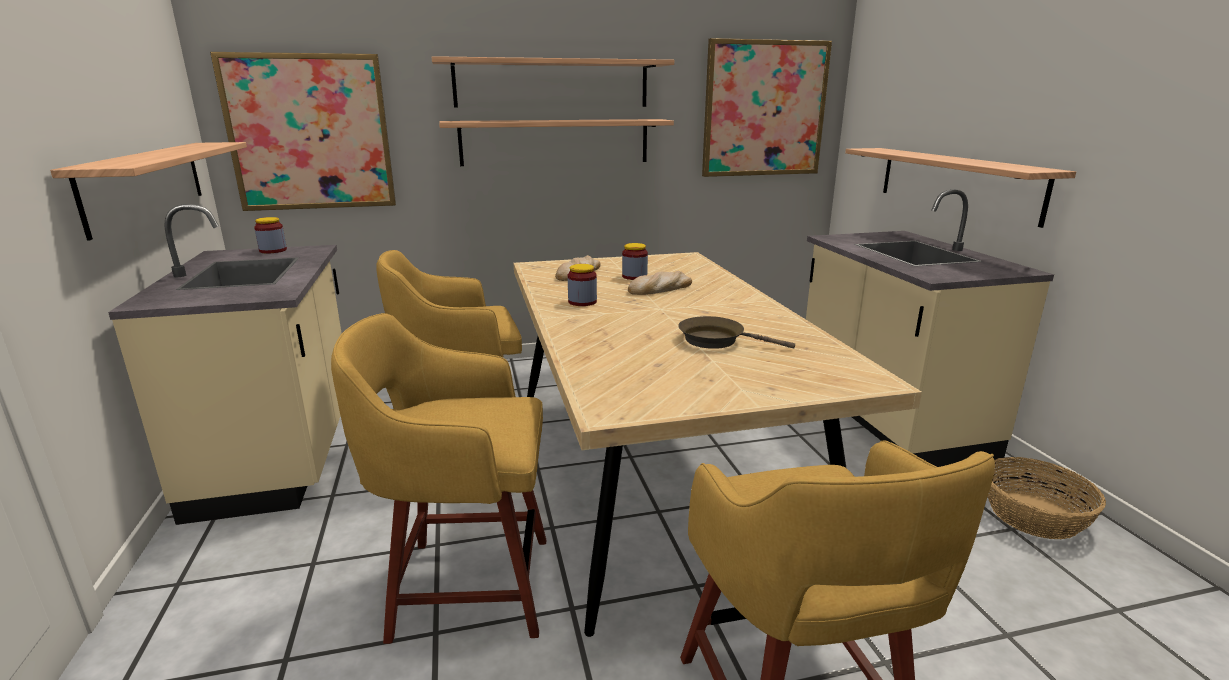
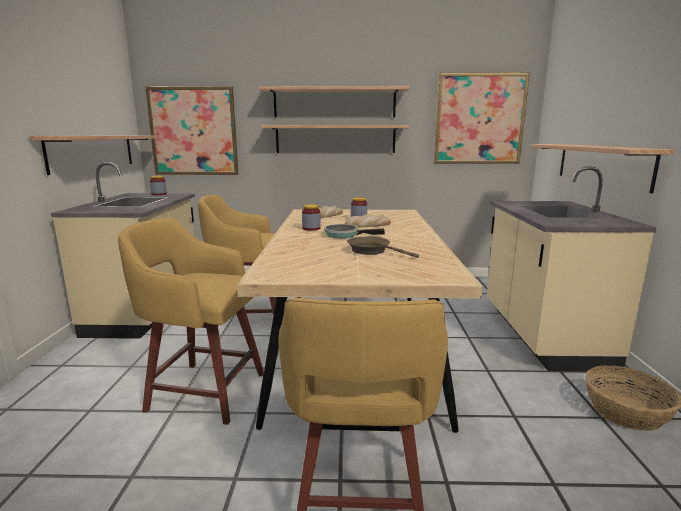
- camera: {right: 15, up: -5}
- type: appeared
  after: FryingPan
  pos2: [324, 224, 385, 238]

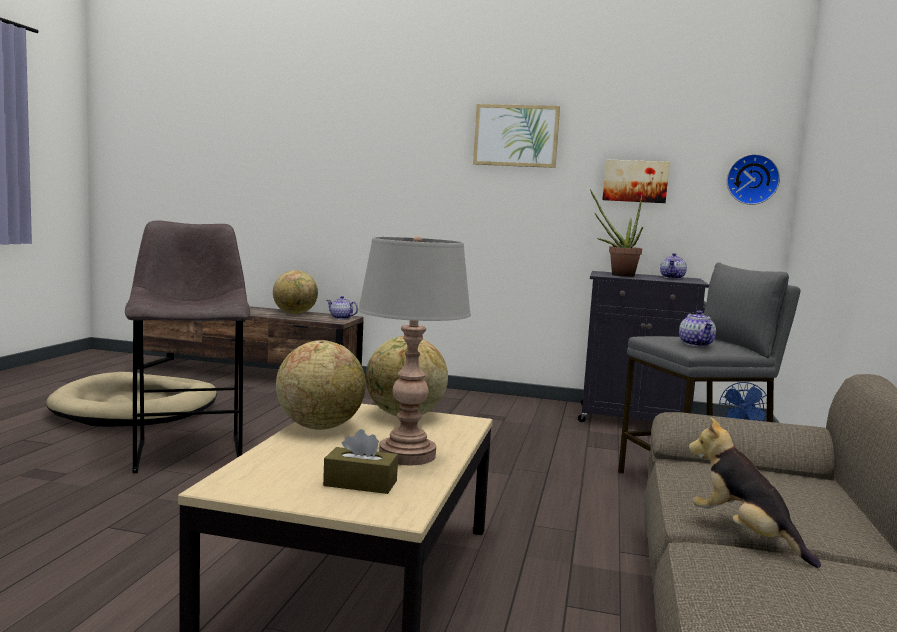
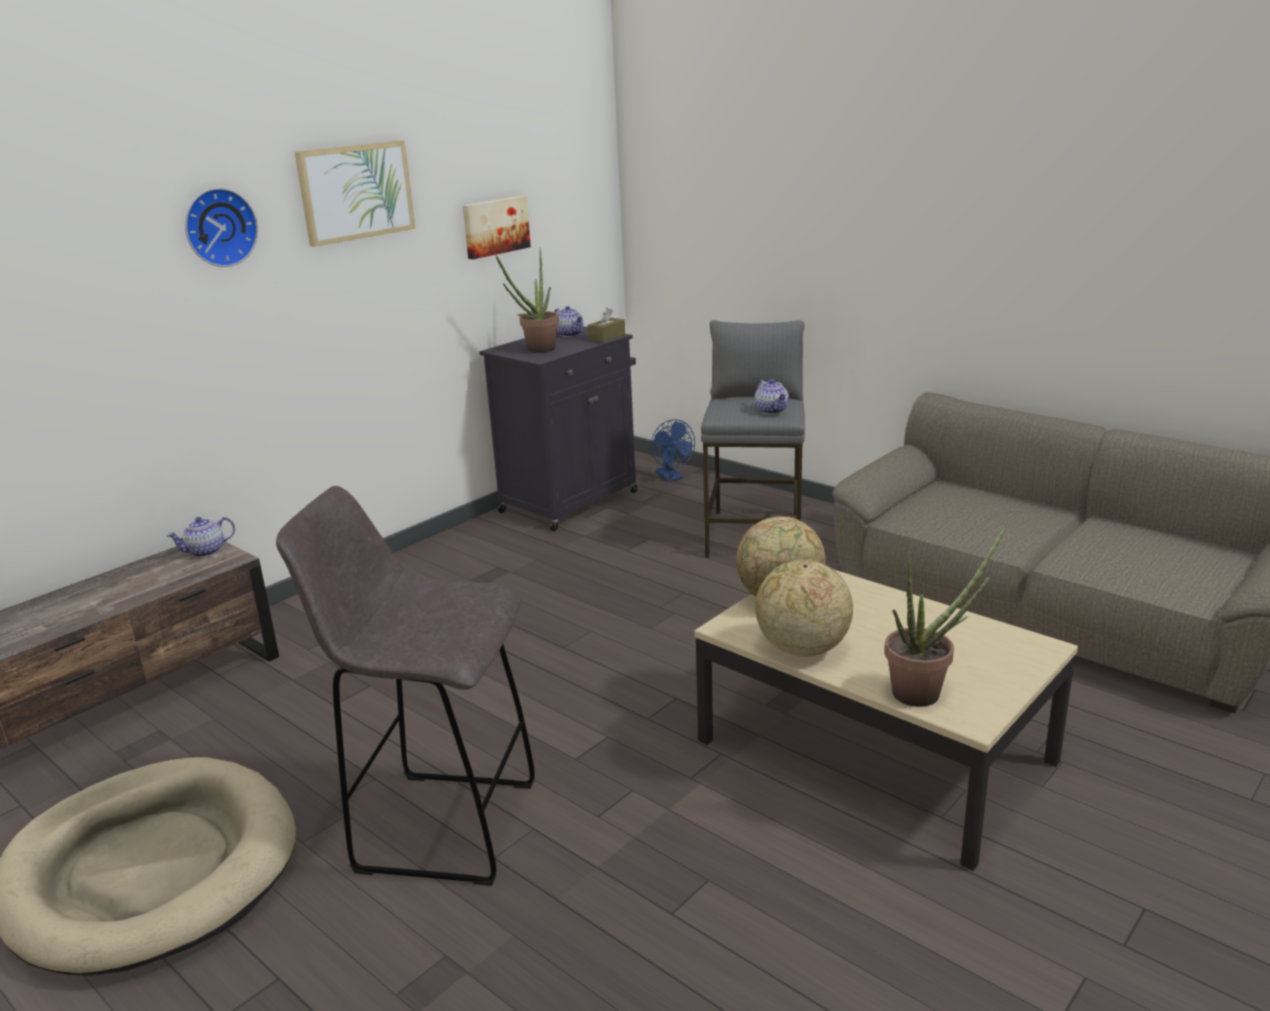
- camera: {right: -60, up: 15}
- type: relocated
  before: HangingClock
  pos1: [727, 154, 780, 205]
  pos2: [185, 188, 258, 267]
- type: missing
  before: GreyTableLamp
  pos1: [358, 236, 471, 465]
- type: missing
  before: WorldGlobe
  pos1: [273, 270, 318, 315]
- type: spun
  before: Teapot
  pos1: [679, 310, 716, 347]
  pos2: [755, 379, 789, 414]
  turn: 45
- type: missing
  before: SoftToy
  pos1: [689, 417, 821, 568]
- type: relocated
  before: BrownishBoxOfTissues
  pos1: [323, 429, 398, 494]
  pos2: [587, 307, 625, 343]
- type: appeared
  after: PottedPlant
  pos2: [884, 528, 1005, 707]

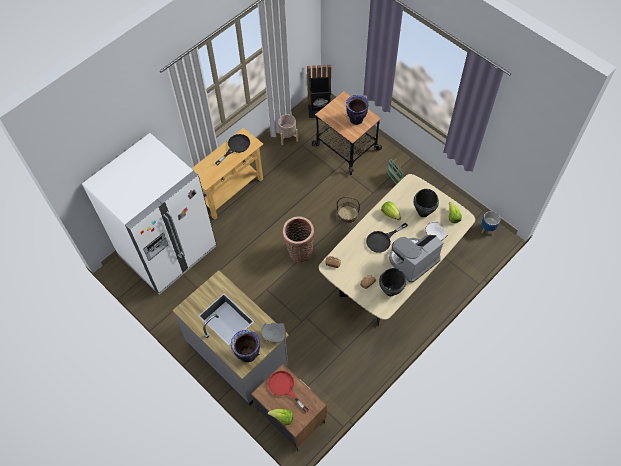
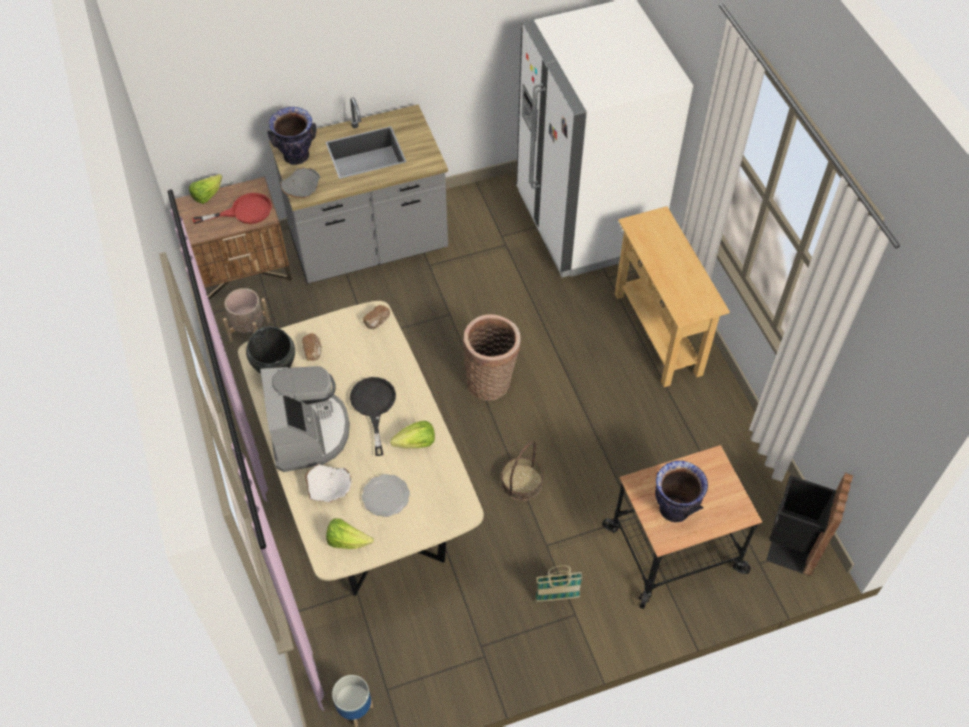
- camera: {right: 115, up: -5}
- type: relocated
  before: SandColouredPlantPot
  pos1: [278, 114, 298, 145]
  pos2: [223, 288, 271, 342]
- type: missing
  before: BlackFryingPan
  pos1: [215, 134, 250, 165]
- type: exchanged
  before: BlackSaucepot
  after: DinnerPlate
  pos1: [413, 189, 439, 217]
  pos2: [362, 474, 410, 517]

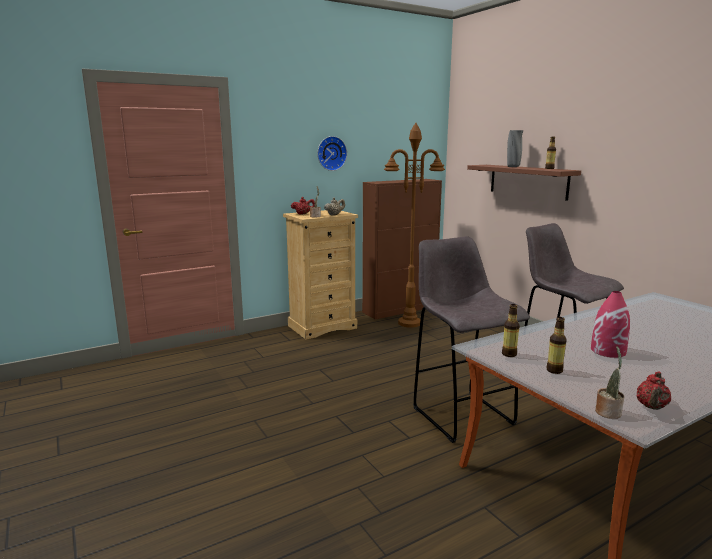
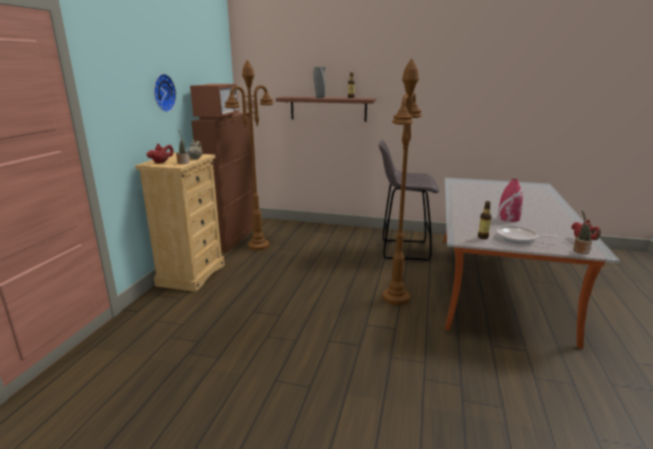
- camera: {right: -45, up: 5}
- type: exchanged
  before: GreyStool
  after: BrownishStandingLamp
  pos1: [413, 236, 530, 443]
  pos2: [383, 58, 422, 305]
- type: exchanged
  before: BeverageBottle
  after: FryingPan
  pos1: [546, 317, 567, 374]
  pos2: [496, 226, 560, 244]
- type: appeared
  after: Microwave
  pos2: [190, 84, 239, 120]

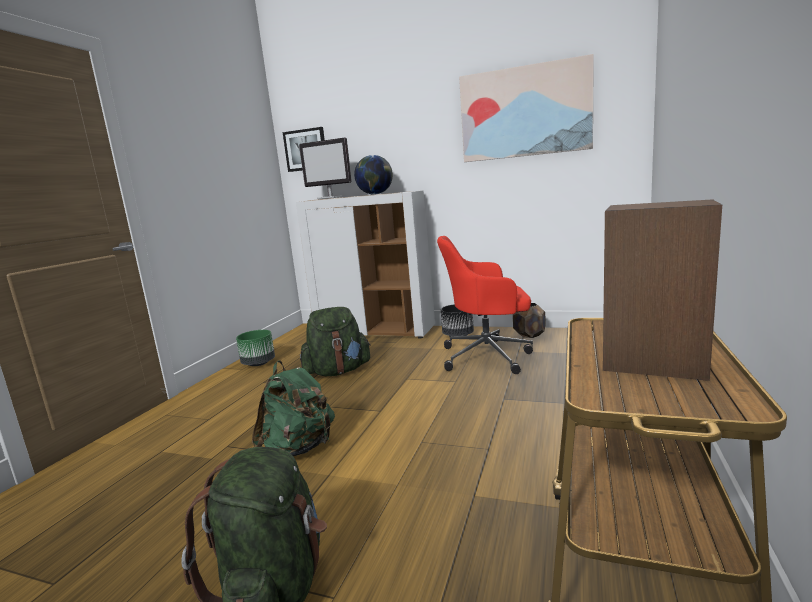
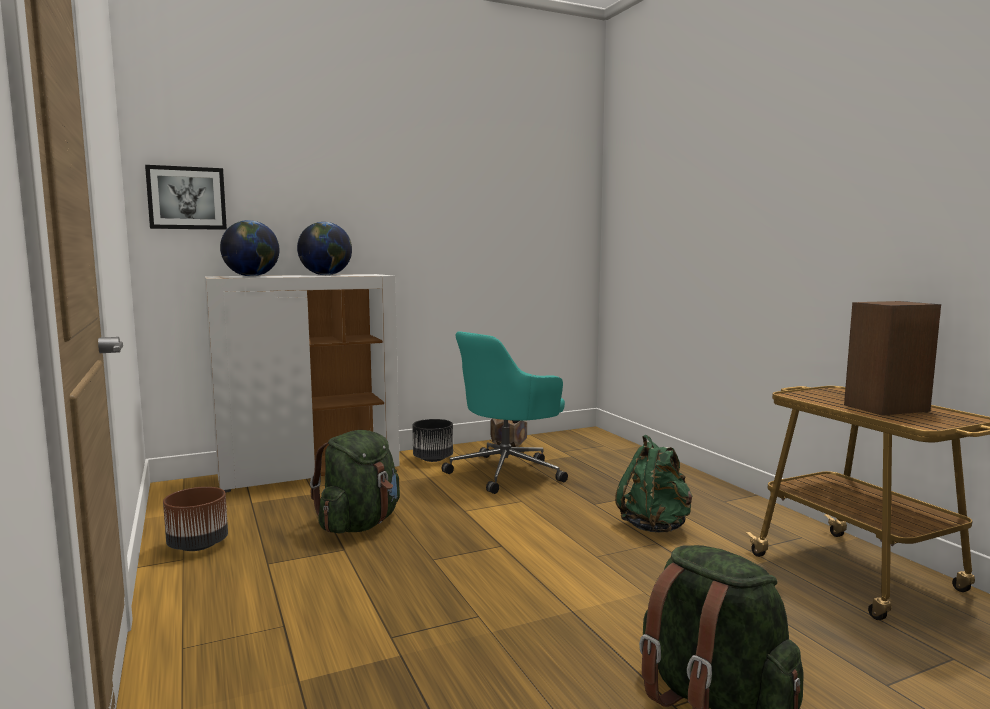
- camera: {right: -45, up: -5}
- type: missing
  before: WallPicture
  pos1: [459, 54, 594, 162]
- type: exchanged
  before: ComputerScreen
  after: WorldGlobe
  pos1: [299, 137, 352, 199]
  pos2: [220, 220, 280, 277]
- type: colour
  before: RedOfficeChair
  after: TurquoiseOfficeChair
  pos1: [437, 236, 533, 374]
  pos2: [442, 331, 568, 494]
- type: colour
  before: GreenishPlantPot
  after: BrownishPlantPot
  pos1: [236, 330, 275, 366]
  pos2: [163, 487, 228, 551]
- type: relocated
  before: GreenishRucksack
  pos1: [252, 361, 335, 456]
  pos2: [615, 435, 693, 533]

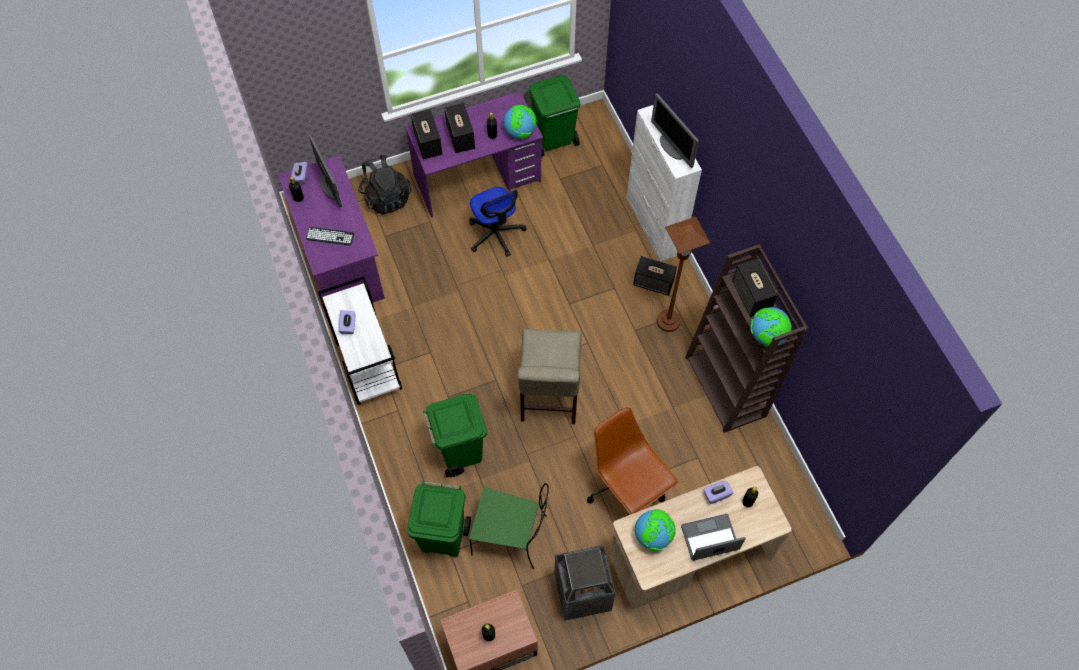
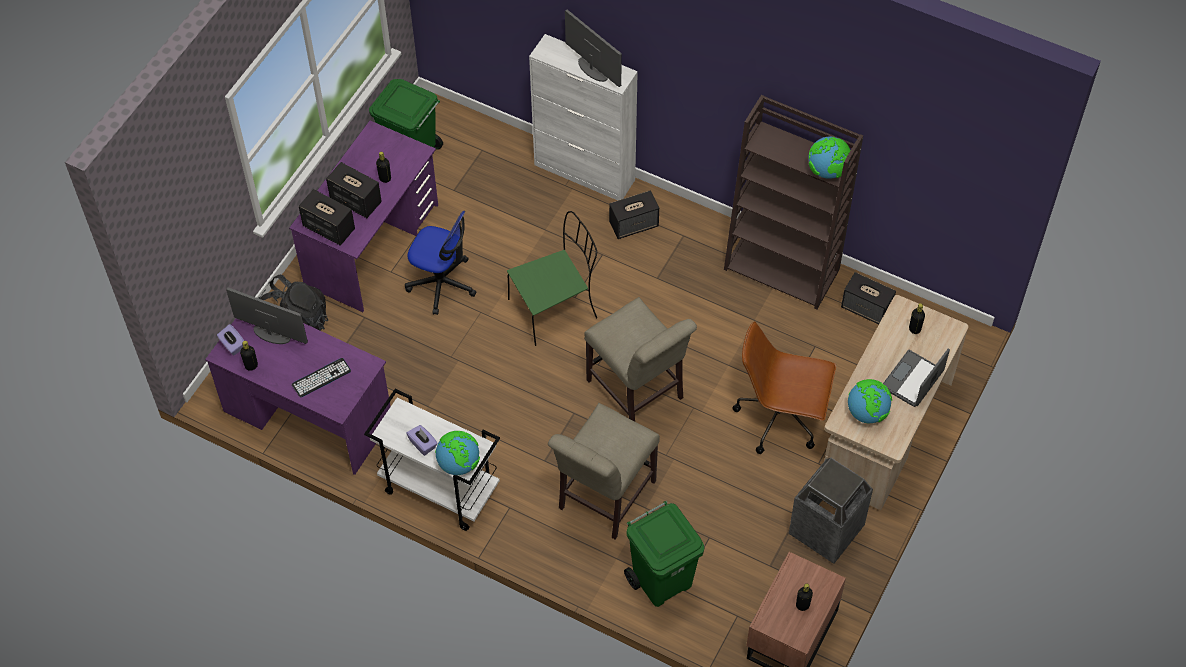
- camera: {right: -40, up: -5}
- type: spun
  before: ComputerScreen
  pos1: [651, 93, 699, 168]
  pos2: [565, 9, 622, 87]
  turn: -150
- type: relocated
  before: WorldGlobe
  pos1: [503, 105, 537, 139]
  pos2: [435, 431, 480, 475]
- type: missing
  before: BrownishStandingLamp
  pos1: [657, 216, 710, 332]
- type: relocated
  before: Loudspeaker
  pos1: [732, 258, 778, 317]
  pos2: [841, 272, 896, 324]
- type: exchanged
  before: GreenishWasteBin
  after: SandColouredUprightChair
  pos1: [423, 394, 487, 477]
  pos2: [548, 403, 660, 539]
- type: missing
  before: PurpleColouredBoxOfTissues
  pos1: [703, 480, 733, 504]
- type: relocated
  before: GreenishUprightChair
  pos1: [469, 483, 549, 569]
  pos2: [507, 211, 597, 346]

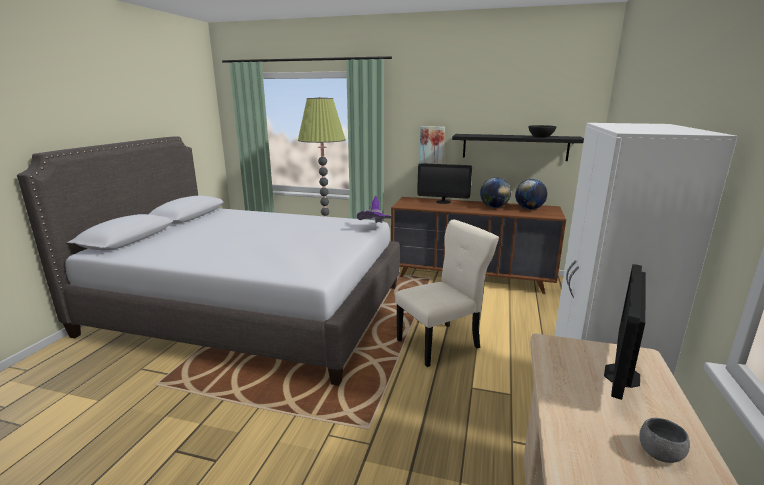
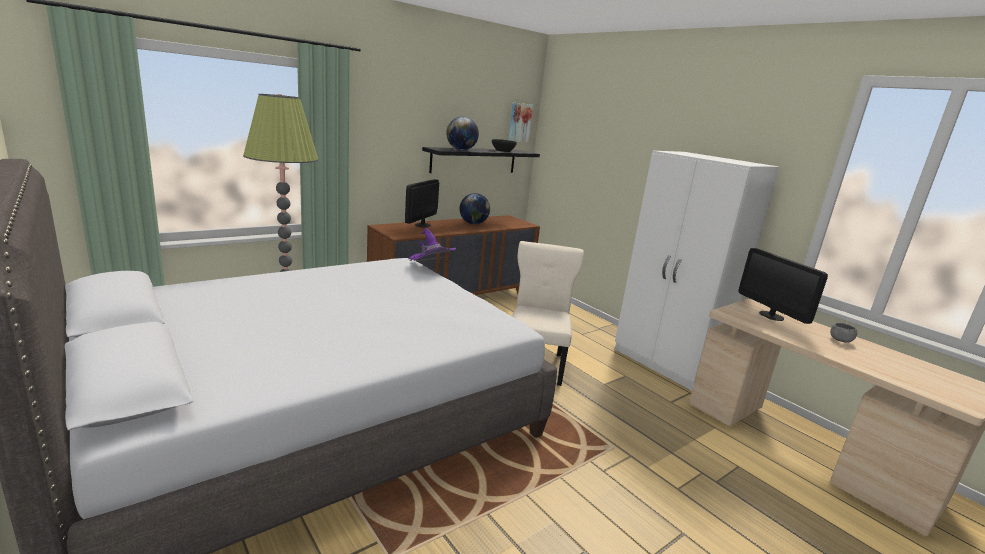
- camera: {right: -55, up: 0}
- type: relocated
  before: WallPicture
  pos1: [419, 126, 445, 164]
  pos2: [509, 103, 533, 142]
- type: spun
  before: ComputerScreen
  pos1: [417, 163, 472, 204]
  pos2: [405, 179, 439, 227]
  turn: 150
- type: relocated
  before: WorldGlobe
  pos1: [515, 179, 547, 210]
  pos2: [446, 117, 479, 150]

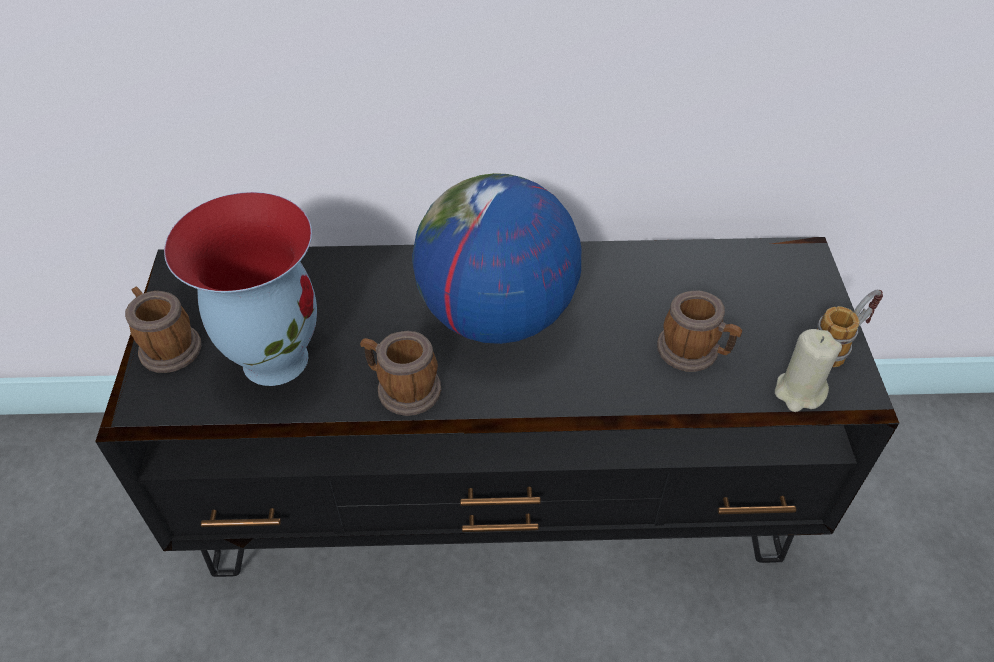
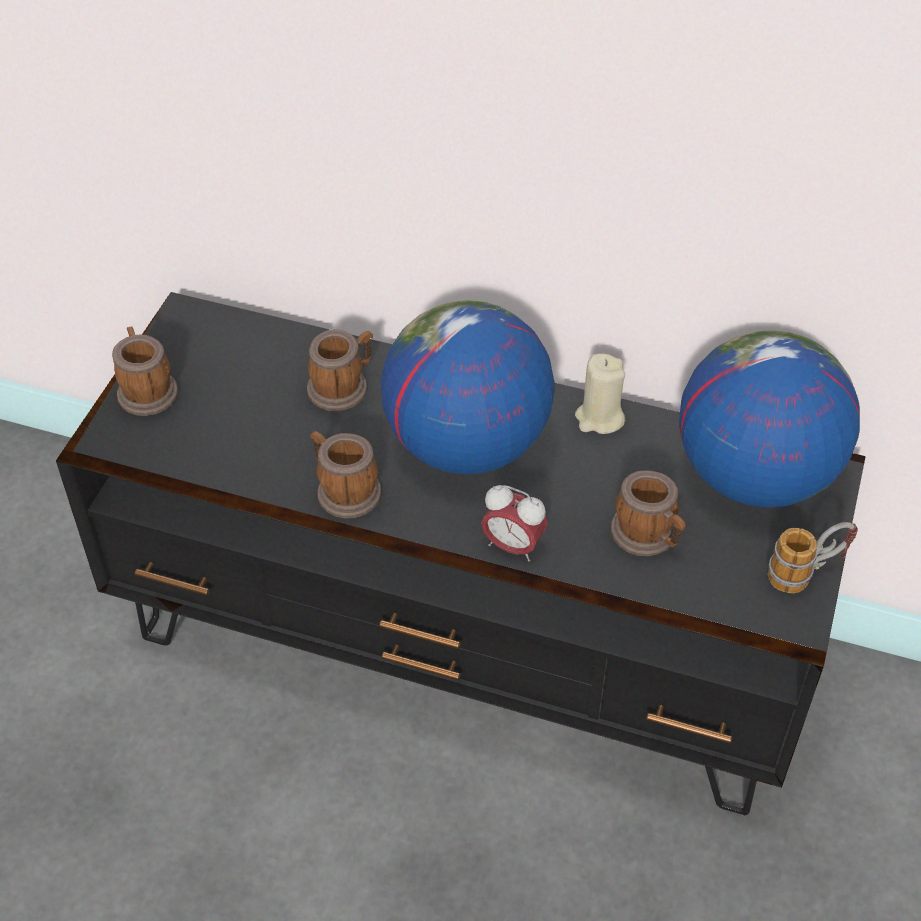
- camera: {right: 20, up: 0}
- type: missing
  before: FlowerVase
  pos1: [164, 192, 317, 386]
- type: relocated
  before: SandColouredCandle
  pos1: [775, 329, 842, 412]
  pos2: [575, 353, 625, 434]
- type: appeared
  after: CoffeeMug
  pos2: [307, 329, 373, 411]
- type: appeared
  after: WorldGlobe
  pos2: [679, 330, 860, 508]
- type: appeared
  after: AlarmClock
  pos2: [481, 485, 548, 562]

